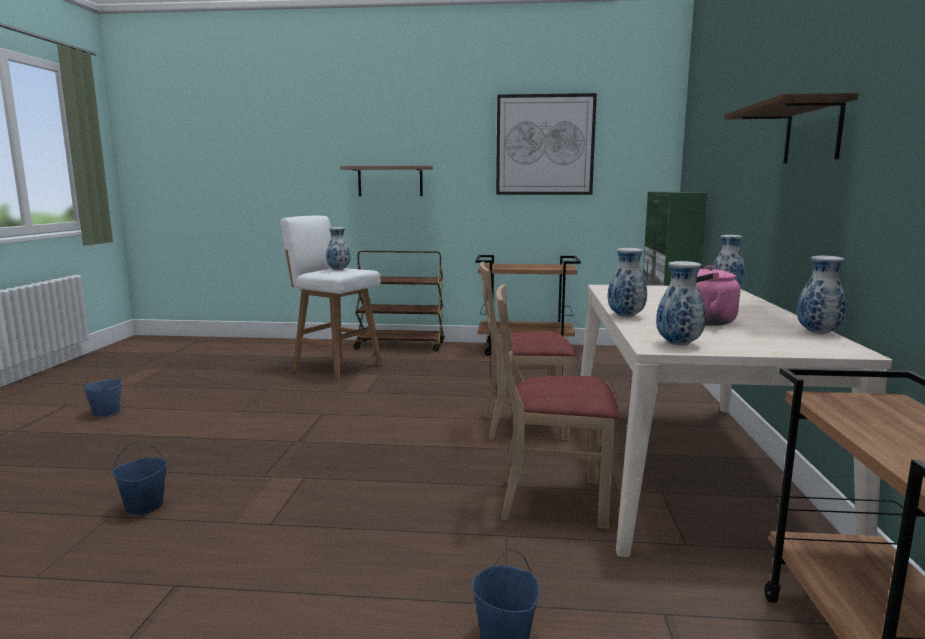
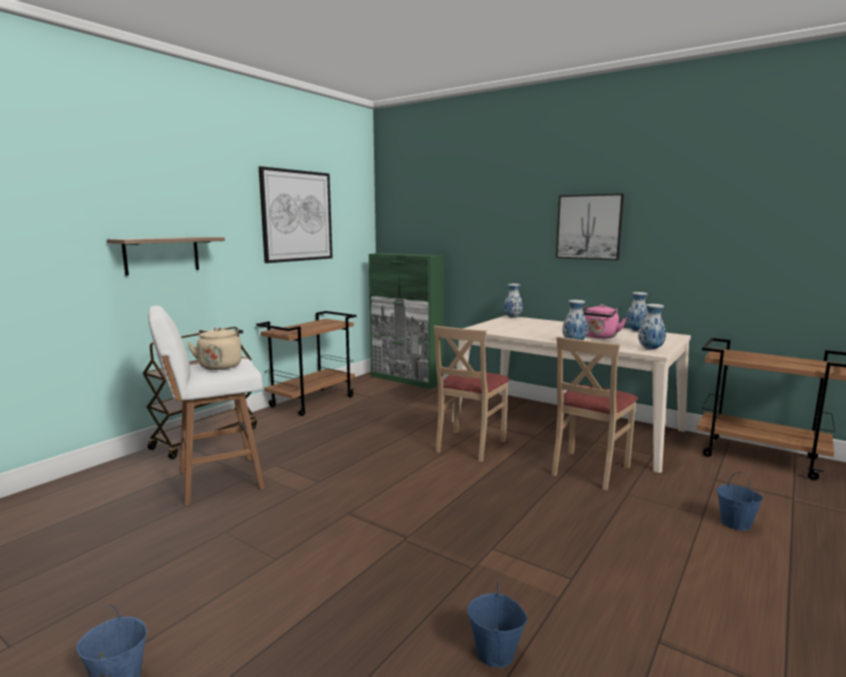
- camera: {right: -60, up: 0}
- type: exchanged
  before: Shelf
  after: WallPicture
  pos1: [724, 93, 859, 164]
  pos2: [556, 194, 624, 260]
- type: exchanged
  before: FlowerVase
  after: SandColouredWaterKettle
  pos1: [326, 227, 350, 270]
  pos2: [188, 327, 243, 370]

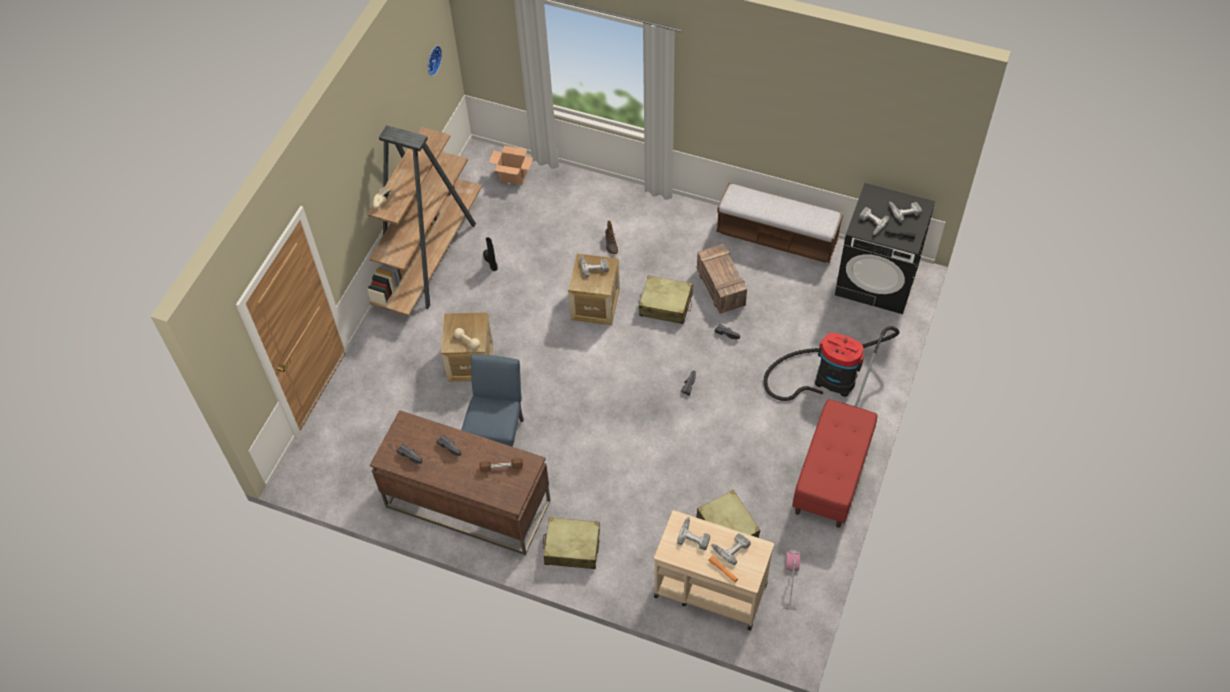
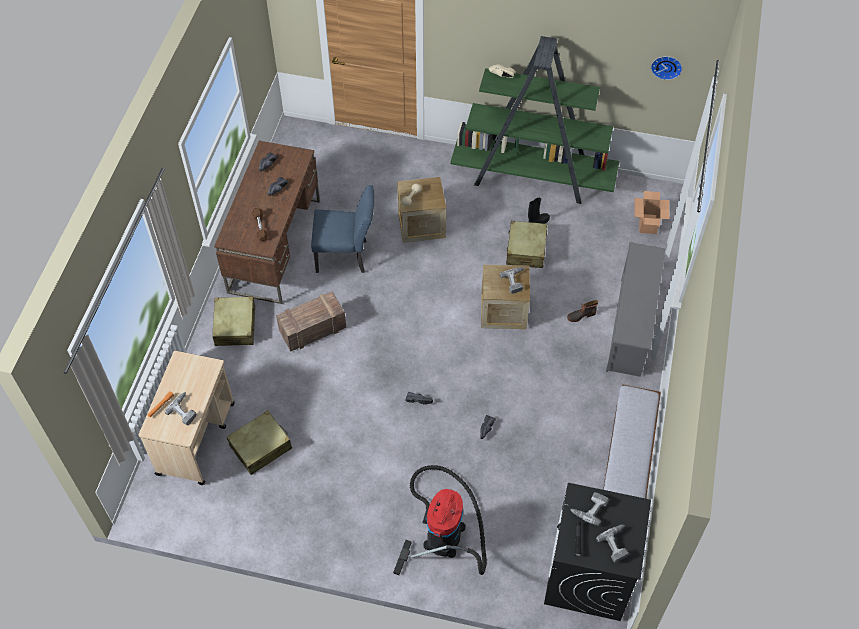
- camera: {right: 80, up: 0}
- type: colour
  before: BrownishBookcase
  after: GreenishBookcase
  pos1: [367, 125, 482, 316]
  pos2: [450, 36, 619, 204]
- type: relocated
  before: Crate
  pos1: [697, 244, 747, 314]
  pos2: [276, 291, 346, 352]
- type: relocated
  before: SandColouredTravelCase
  pos1: [639, 275, 693, 324]
  pos2: [506, 221, 547, 268]
- type: missing
  before: RedIndoorBench
  pos1: [792, 399, 877, 528]
- type: missing
  before: ElectricDrill
  pos1: [677, 517, 710, 550]
- type: missing
  before: VacuumCleaner
  pos1: [783, 551, 800, 610]
- type: appeared
  after: GreyShoeRack
  pos2: [606, 242, 665, 377]

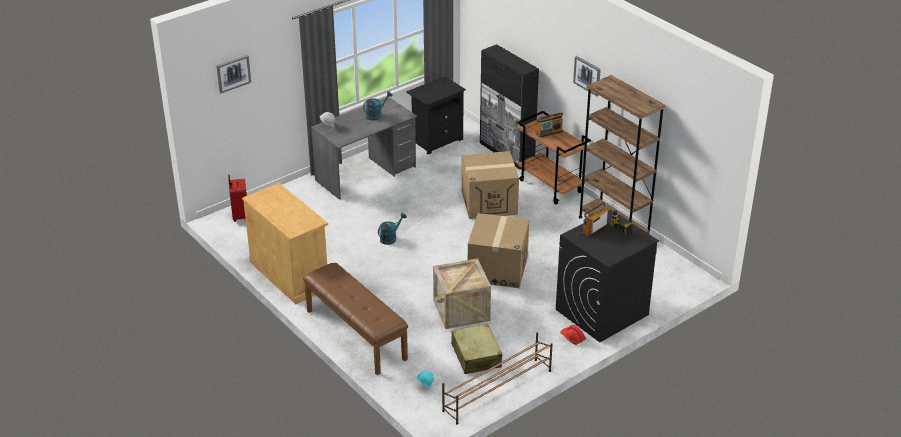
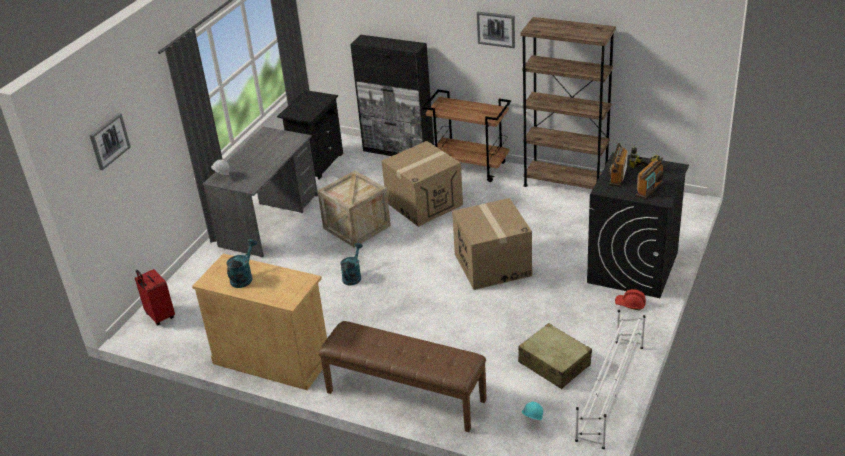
- camera: {right: -25, up: 0}
- type: relocated
  before: TurquoiseWateringCan
  pos1: [363, 91, 393, 120]
  pos2: [226, 239, 257, 288]
- type: relocated
  before: Radio
  pos1: [536, 112, 563, 138]
  pos2: [636, 157, 664, 199]
- type: relocated
  before: Crate
  pos1: [433, 258, 491, 329]
  pos2: [318, 170, 391, 247]
- type: colour
  before: BrownishShoeRack
  after: WhiteShoeRack
  pos1: [442, 332, 553, 425]
  pos2: [575, 310, 646, 449]

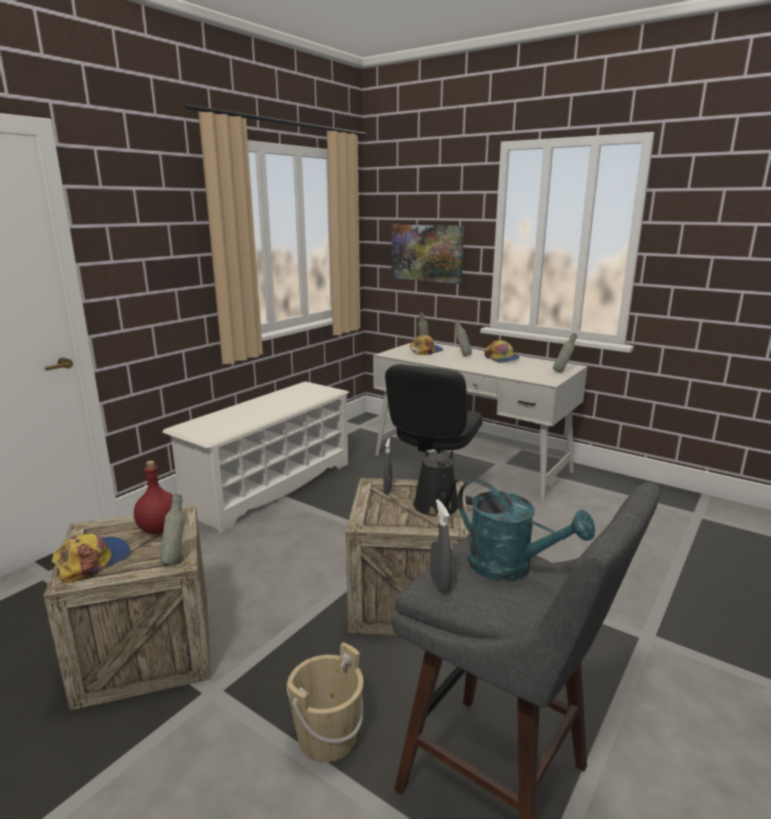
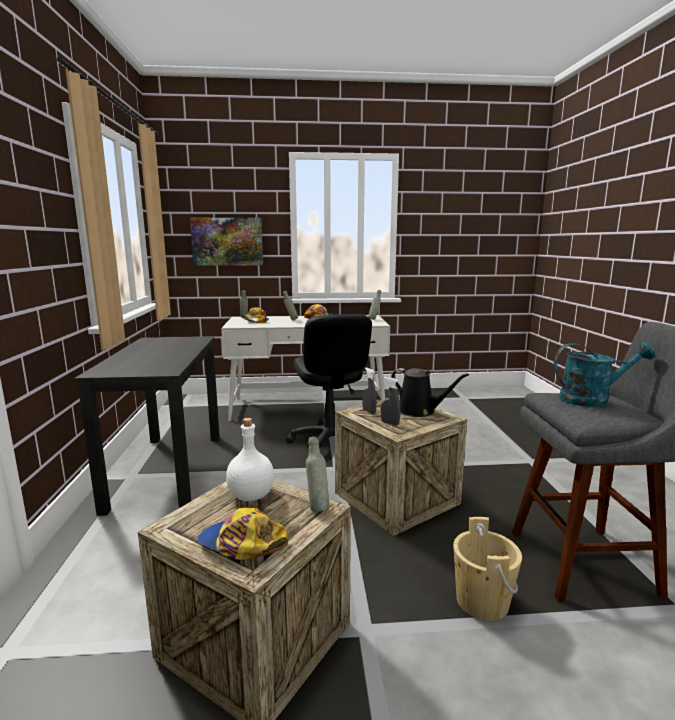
- camera: {right: -40, up: -5}
- type: exchanged
  before: WhiteShoeRack
  after: BlackDeskTable
  pos1: [162, 381, 349, 534]
  pos2: [74, 337, 220, 516]
- type: colour
  before: RedBeverageBottle
  after: WhiteBeverageBottle
  pos1: [134, 461, 173, 534]
  pos2: [226, 418, 275, 501]
- type: relocated
  before: GreyHandSprayer
  pos1: [430, 499, 452, 593]
  pos2: [381, 377, 401, 426]
- type: spun
  before: Cap
  pos1: [52, 534, 131, 583]
  pos2: [197, 508, 288, 560]
  turn: -60

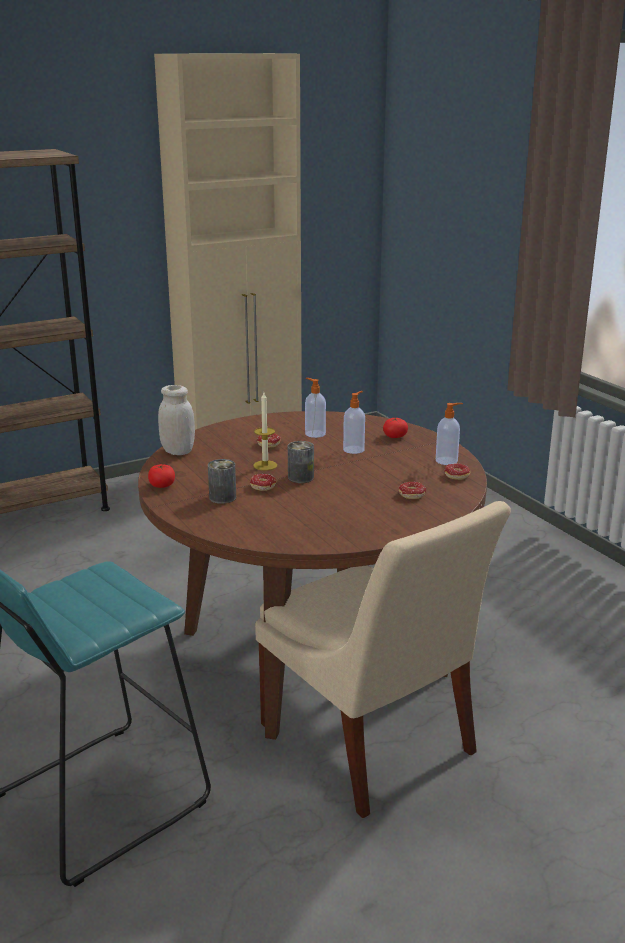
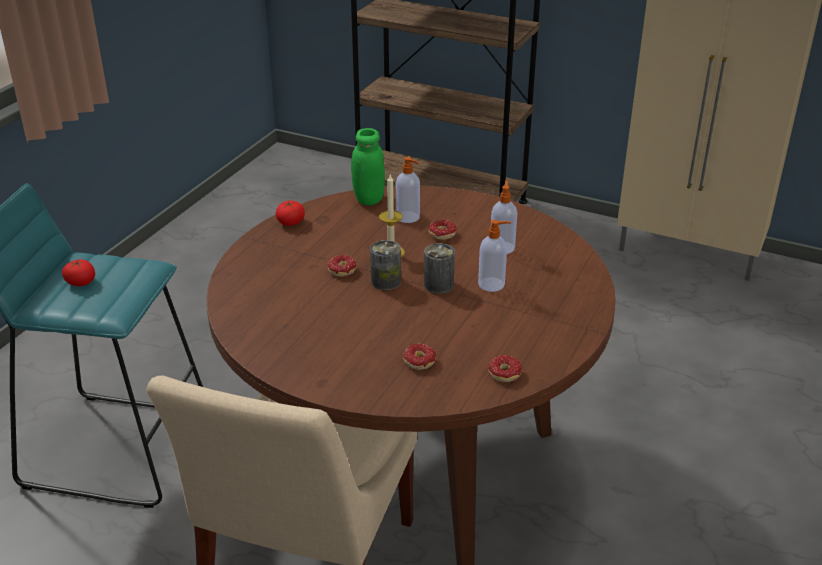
- camera: {right: 55, up: 10}
- type: colour
  before: WhitePreserveJar
  after: GreenishPreserveJar
  pos1: [158, 385, 195, 455]
  pos2: [351, 128, 385, 205]
- type: relocated
  before: SoapDispenser
  pos1: [436, 403, 463, 465]
  pos2: [396, 157, 420, 223]
- type: relocated
  before: Tomato
  pos1: [383, 418, 408, 438]
  pos2: [62, 258, 95, 286]
- type: relocated
  before: Can
  pos1: [208, 459, 236, 504]
  pos2: [424, 243, 455, 294]

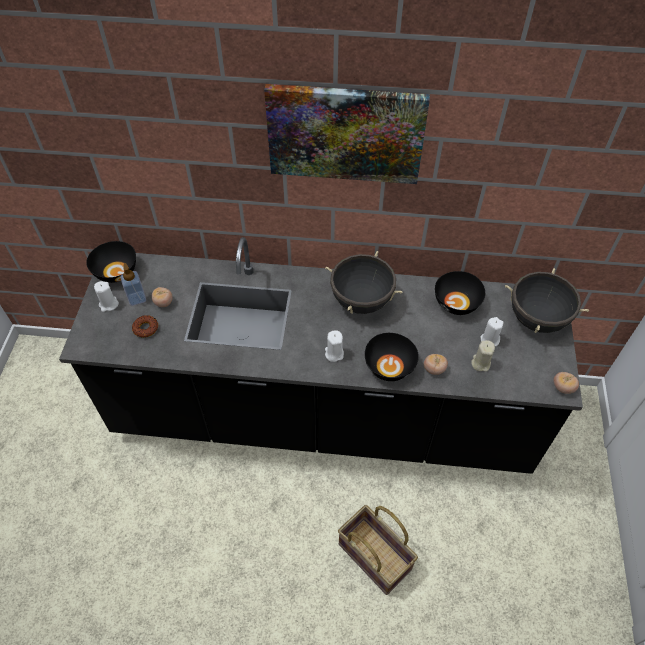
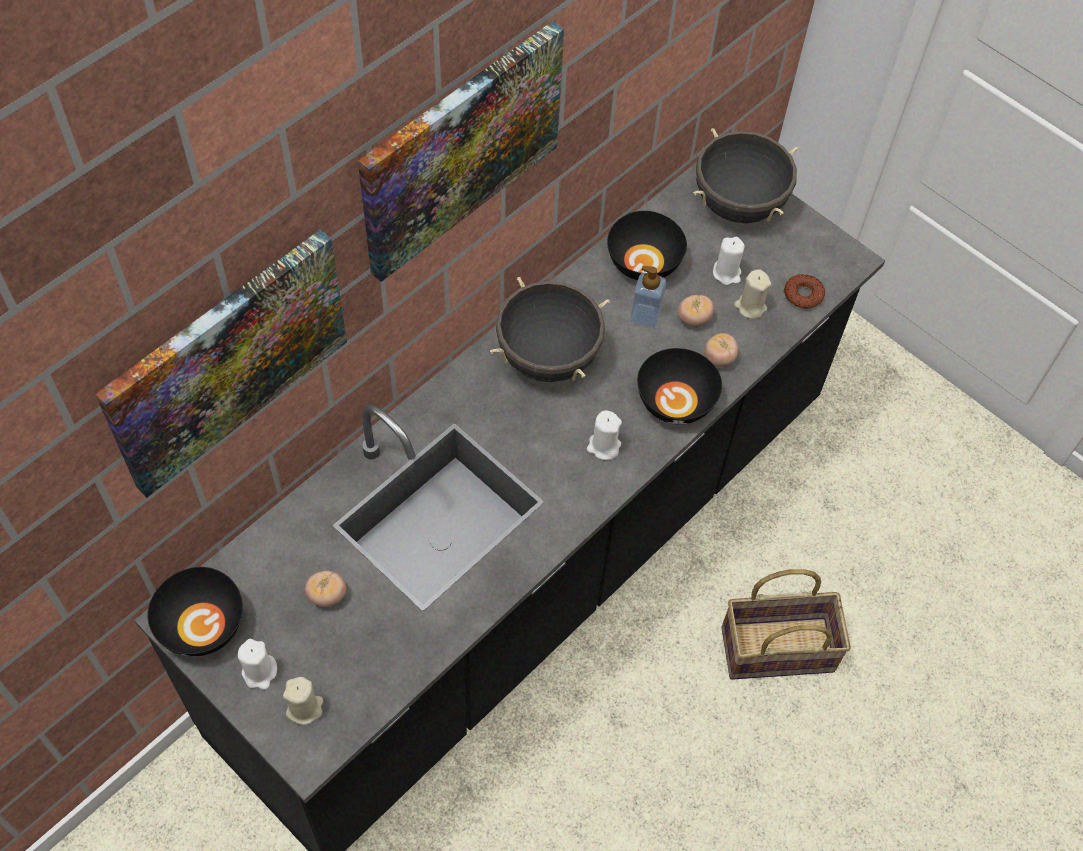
- camera: {right: -55, up: 5}
- type: relocated
  before: SoapDispenser
  pos1: [120, 263, 146, 306]
  pos2: [630, 266, 666, 328]
- type: relocated
  before: Donut
  pos1: [132, 315, 158, 338]
  pos2: [784, 274, 825, 309]
- type: relocated
  before: Tomato
  pos1: [553, 372, 579, 394]
  pos2: [678, 295, 714, 327]
- type: appeared
  after: WallPicture
  pos2: [95, 229, 347, 498]
- type: appeared
  after: SandColouredCandle
  pos2: [283, 677, 324, 725]

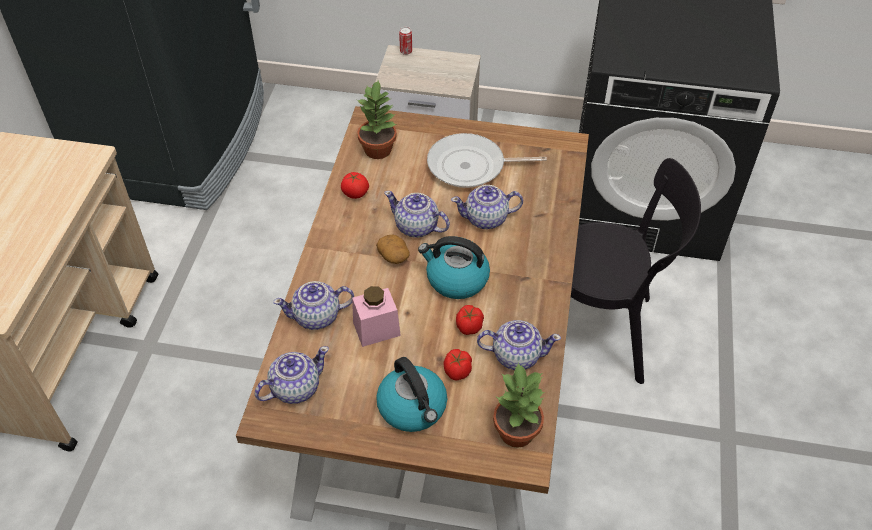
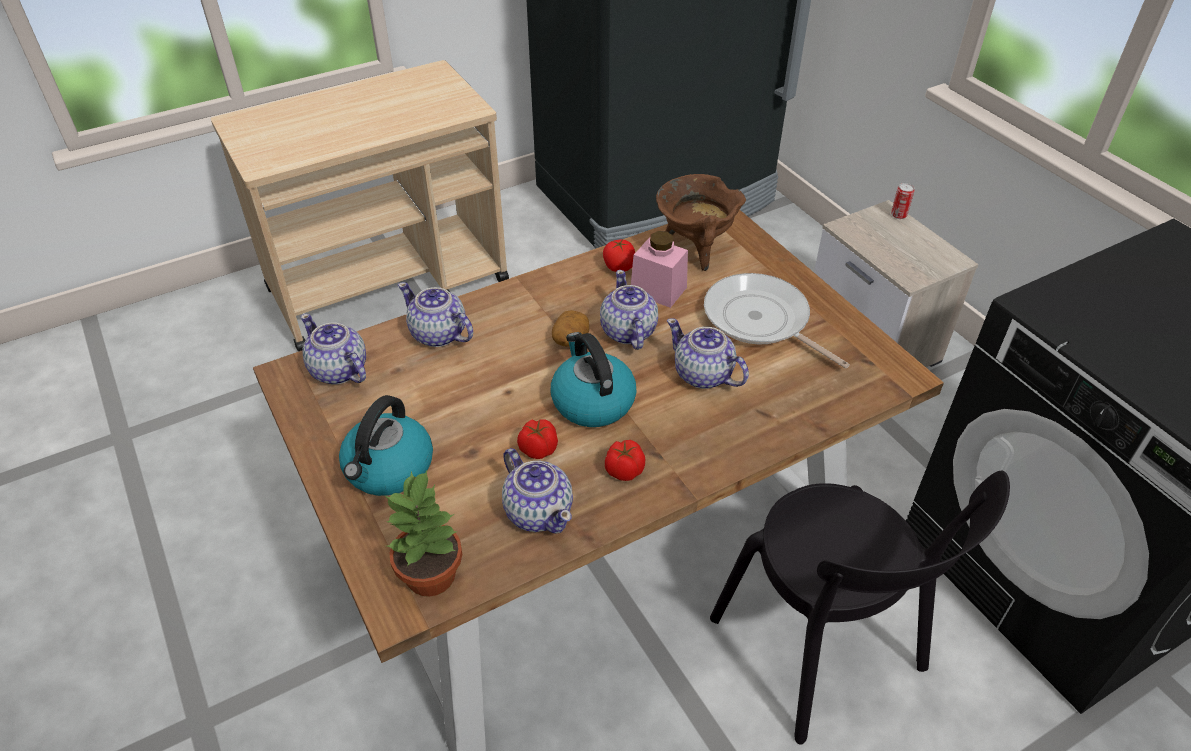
- camera: {right: 50, up: -5}
- type: exchanged
  before: PottedPlant
  after: BrownishSaucepot
  pos1: [357, 80, 397, 159]
  pos2: [656, 174, 746, 271]
- type: relocated
  before: PinkishPreserveJar
  pos1: [352, 286, 401, 347]
  pos2: [631, 231, 688, 308]
- type: spun
  before: Teapot
  pos1: [255, 346, 329, 404]
  pos2: [300, 314, 366, 384]
  turn: -150
- type: relocated
  before: Tomato
  pos1: [443, 349, 472, 381]
  pos2: [605, 440, 645, 481]

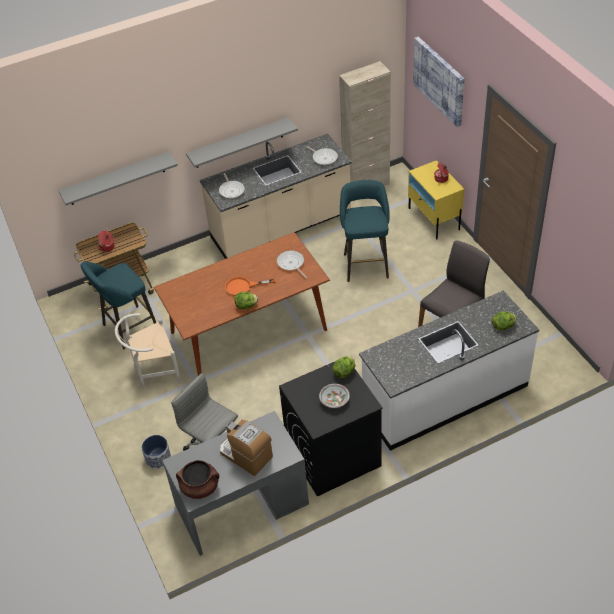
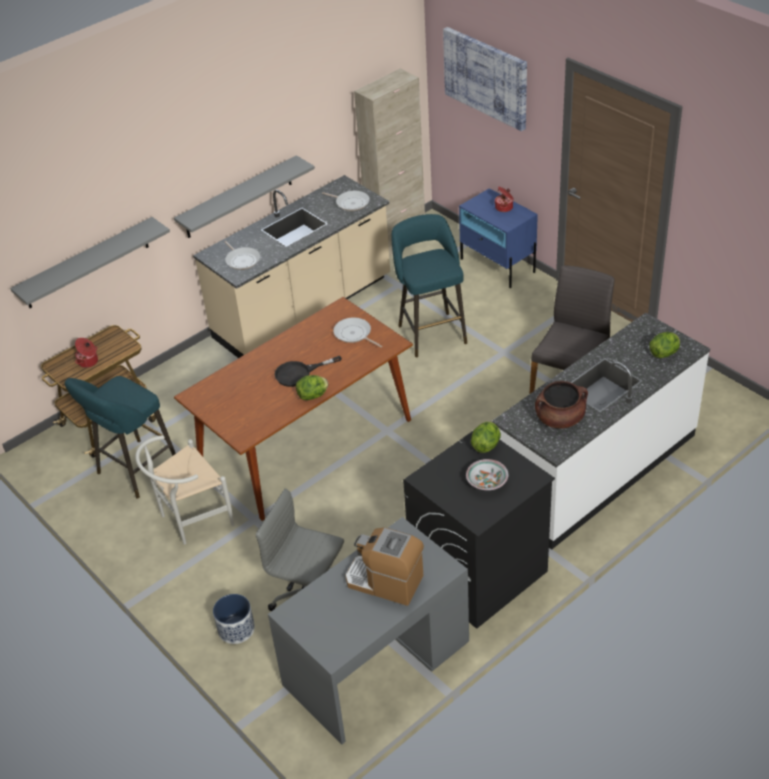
- camera: {right: -15, up: -5}
- type: colour
  before: YellowColouredBedsideTable
  after: BlueColouredBedsideTable
  pos1: [408, 160, 464, 240]
  pos2: [459, 188, 538, 288]
- type: colour
  before: OrangeyFryingPan
  after: BlackFryingPan
  pos1: [225, 277, 276, 296]
  pos2: [274, 355, 342, 387]
- type: relocated
  before: BrownishSaucepot
  pos1: [176, 460, 219, 499]
  pos2: [535, 381, 588, 428]

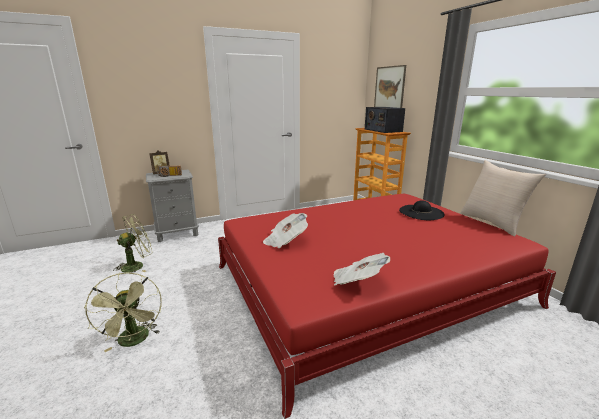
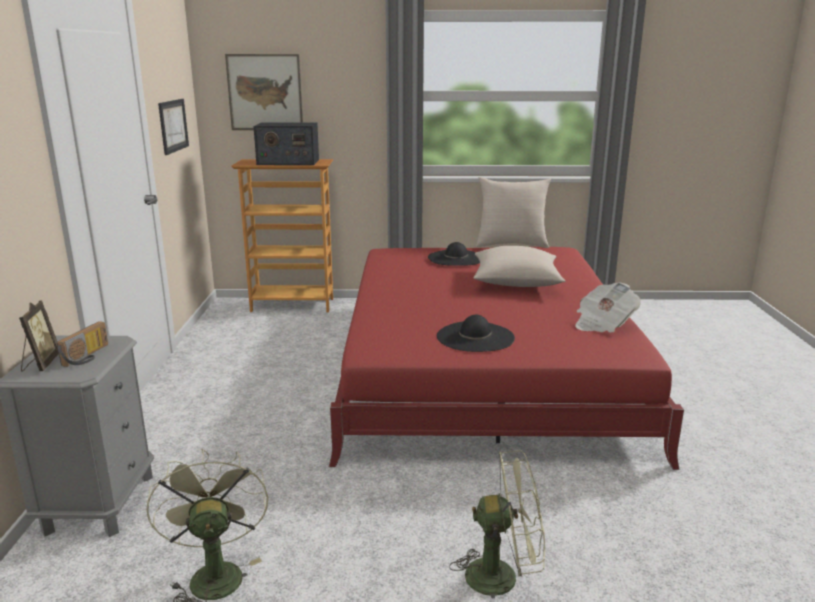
- camera: {right: -65, up: 0}
- type: exchanged
  before: PrintedPaper
  after: BlackHat
  pos1: [263, 213, 308, 248]
  pos2: [437, 315, 515, 352]
- type: appeared
  after: WallPicture
  pos2: [158, 99, 189, 155]
- type: appeared
  after: SandColouredCushion
  pos2: [473, 246, 566, 287]

